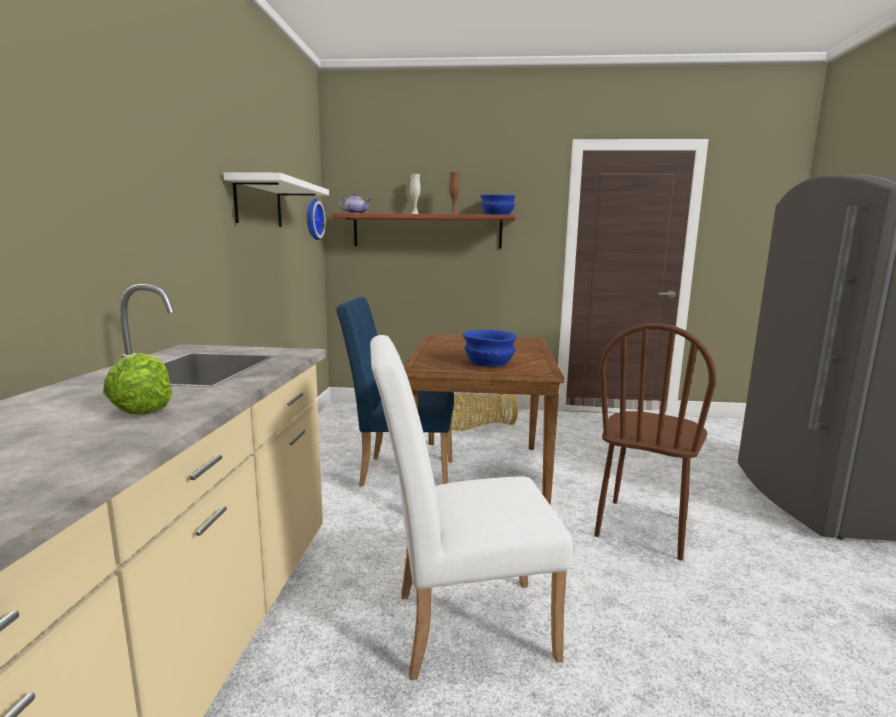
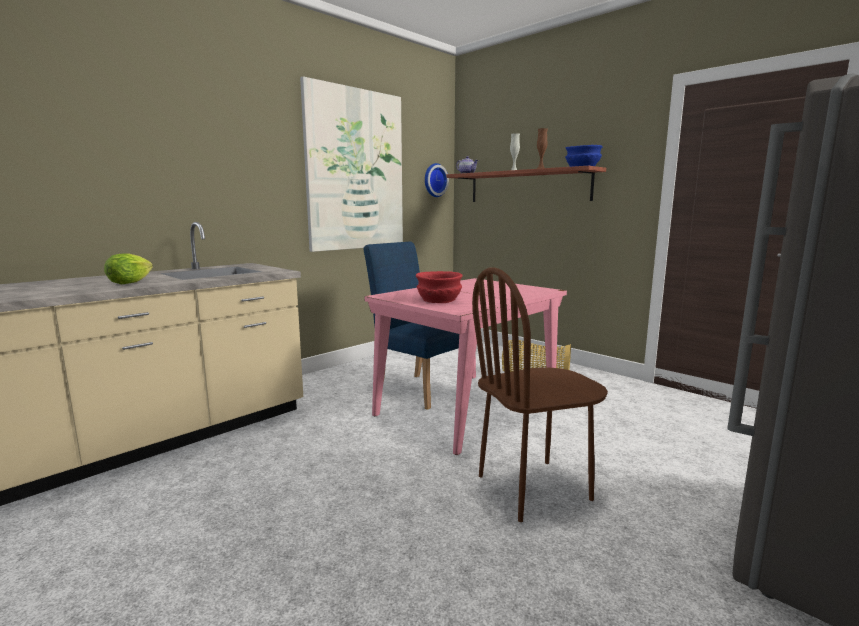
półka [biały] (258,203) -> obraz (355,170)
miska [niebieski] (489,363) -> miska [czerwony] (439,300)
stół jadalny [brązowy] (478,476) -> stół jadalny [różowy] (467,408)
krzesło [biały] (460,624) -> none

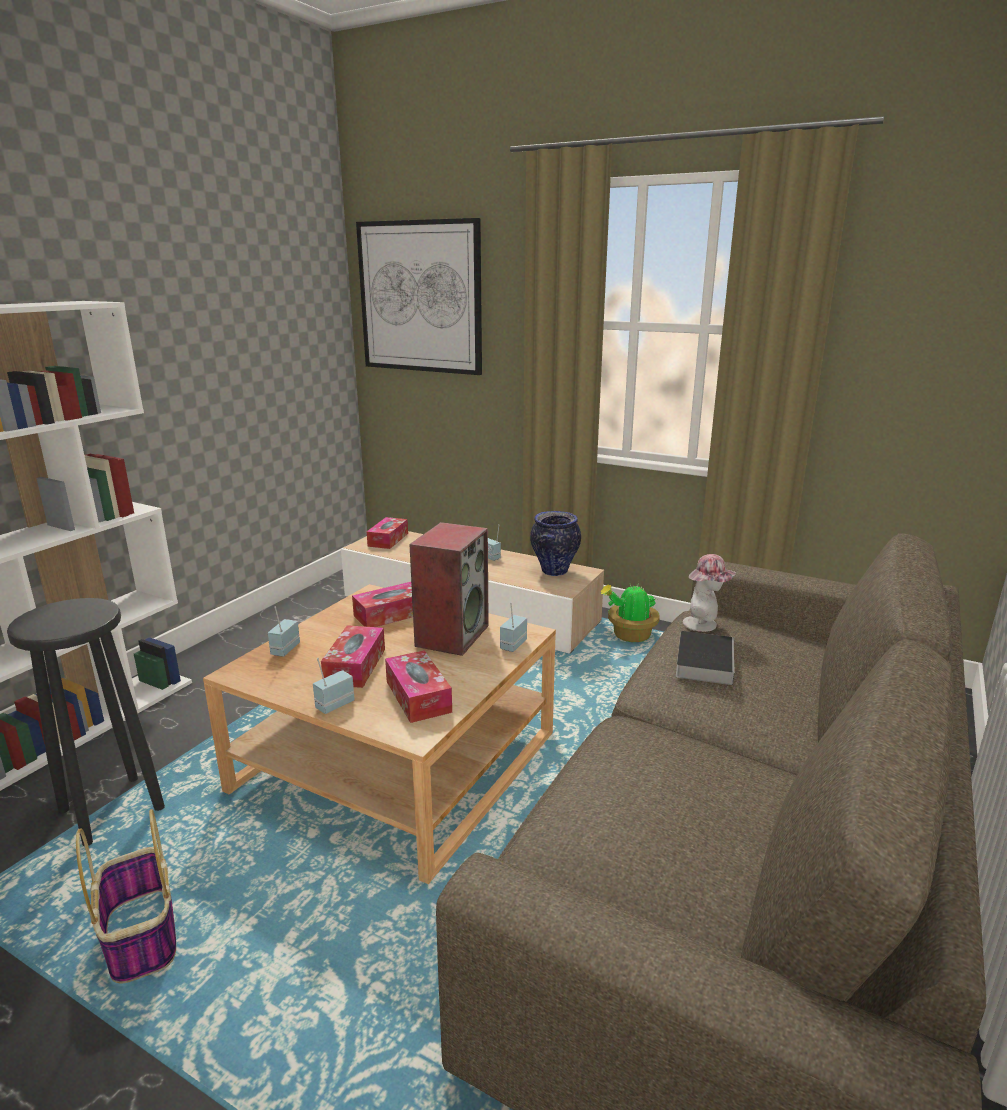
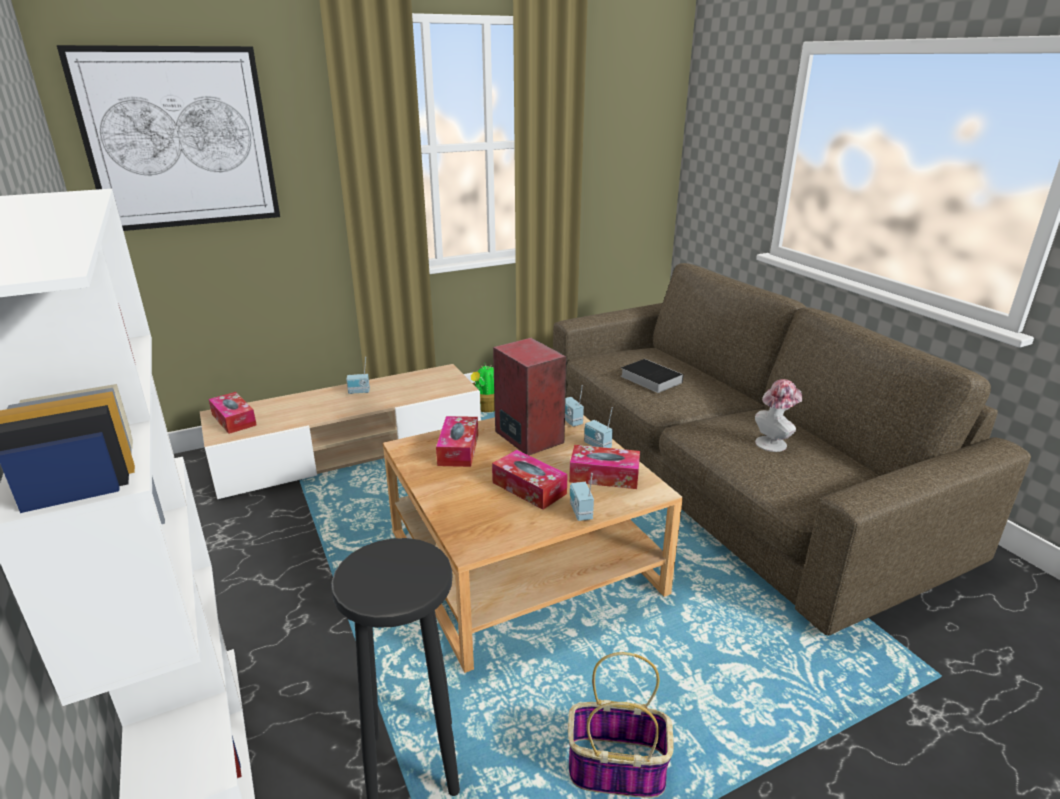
wazon (554,572) -> none
kapelusz (704,624) -> kapelusz (773,442), moved
radio (284,649) -> radio (597,446), moved

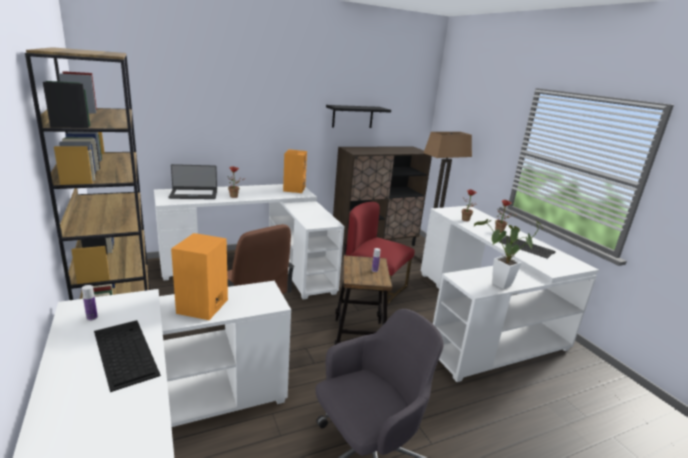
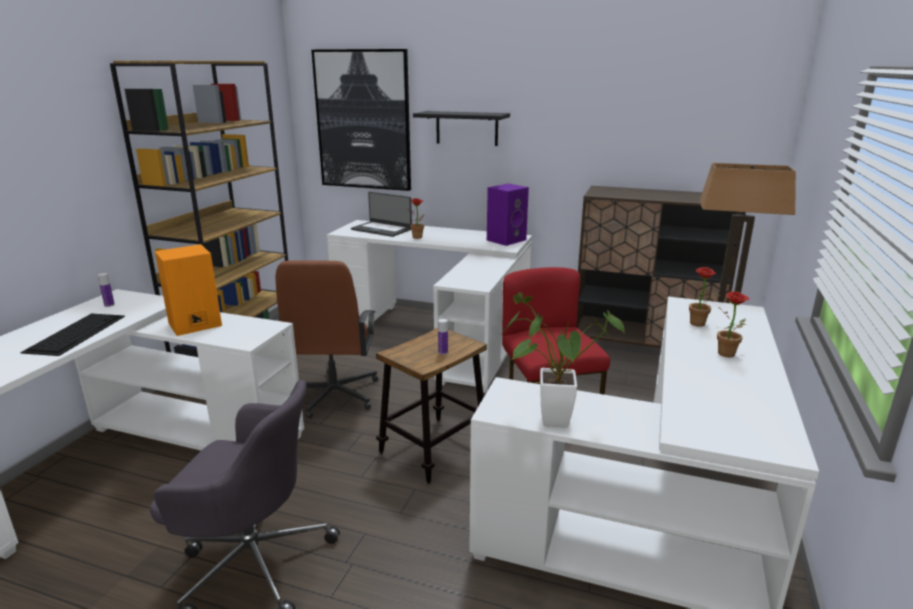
półka [czarny] (352,116) -> półka [czarny] (467,128), moved
głośnik [pomarańczowy] (294,189) -> głośnik [fioletowy] (506,240)
klawiatura (526,247) -> none
none -> obraz (363,120)

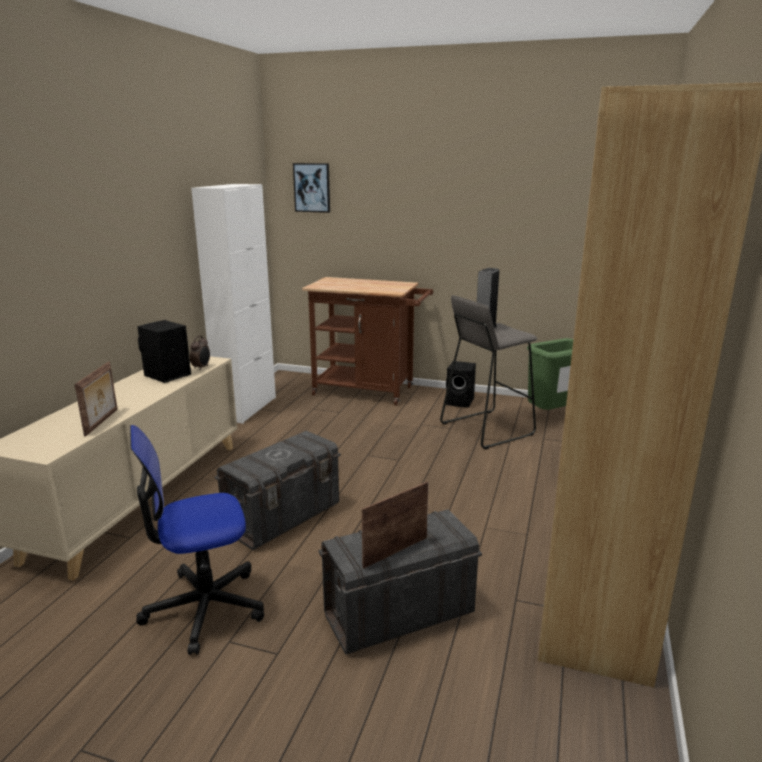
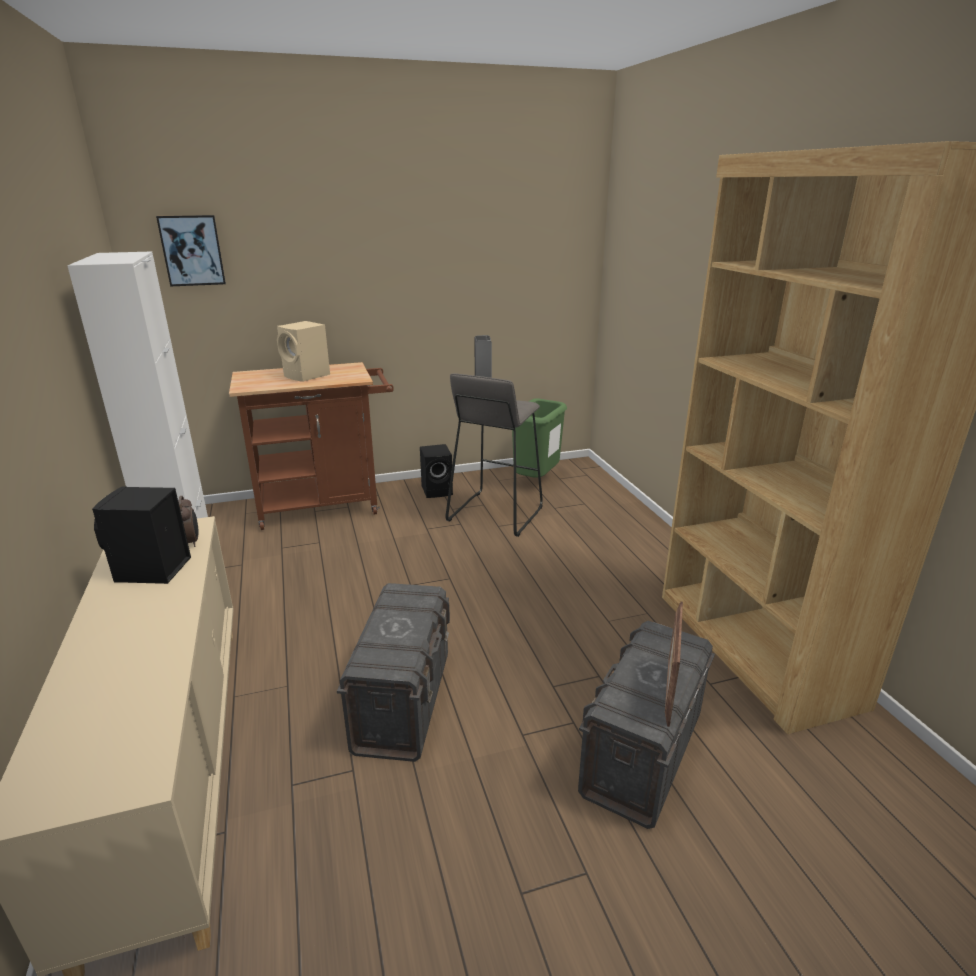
ramka na zdjęcie (102,422) -> none
krzesło biurowe (204,607) -> none
none -> głośnik [beżowy] (307,376)

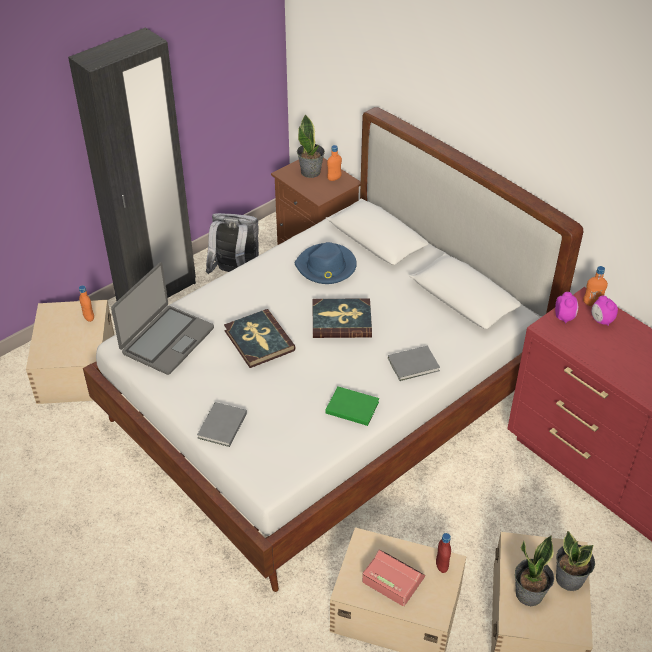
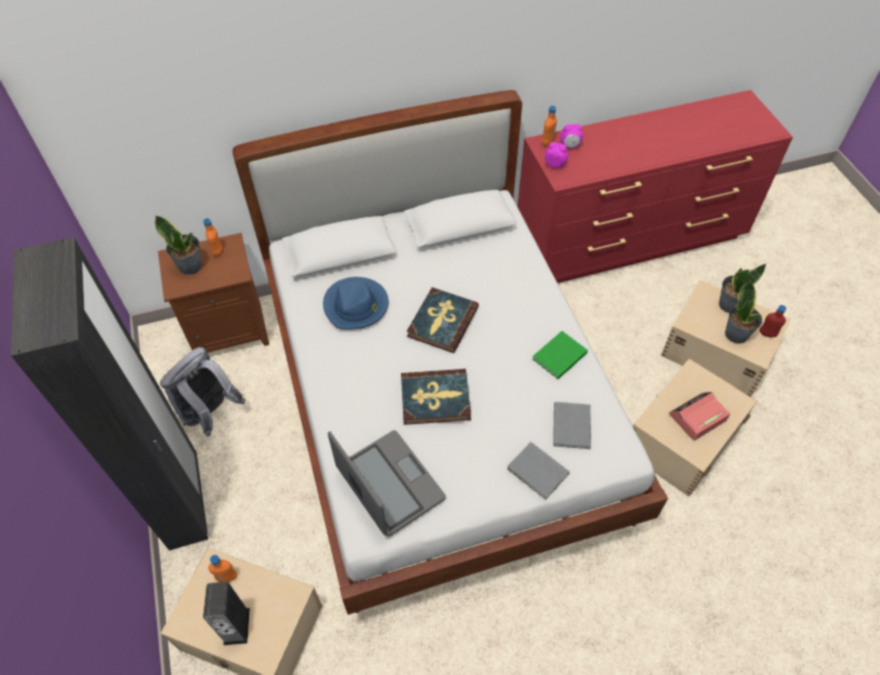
książka [szary] (415,365) -> książka [szary] (572,425), moved
butelka [czerwony] (442,566) -> butelka [czerwony] (767,334), moved
none -> głośnik (236,626)

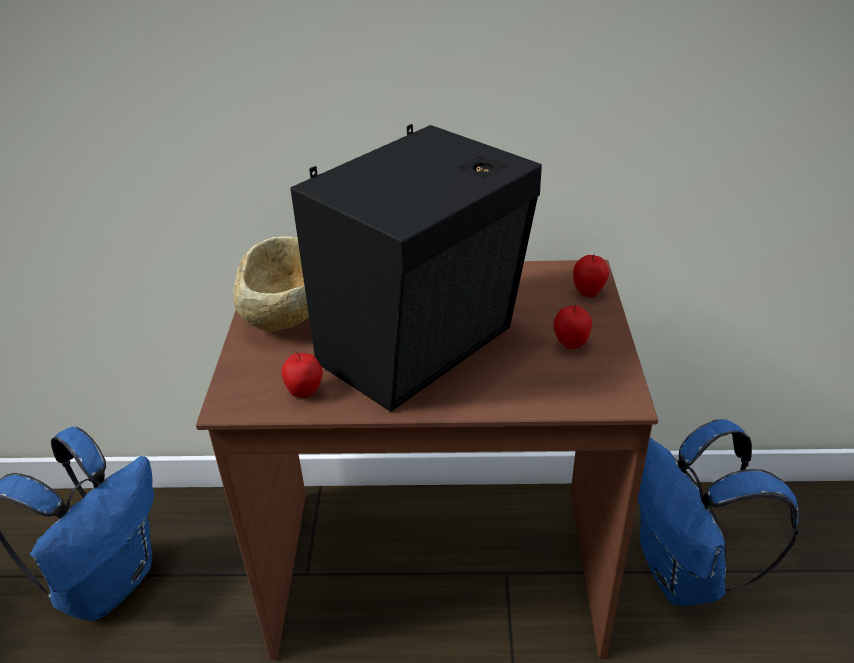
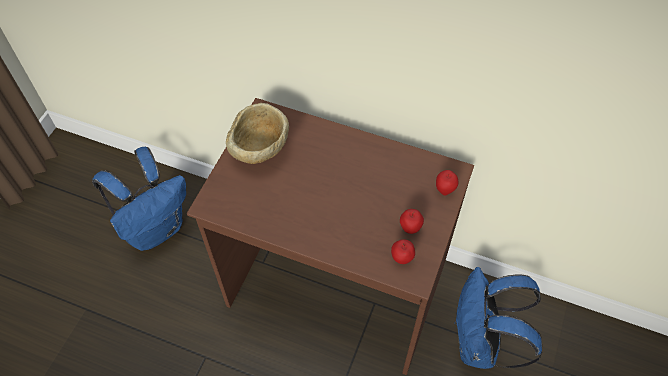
głośnik [czarny] (425,347) -> none
jabłko (305,393) -> jabłko (401,259), moved

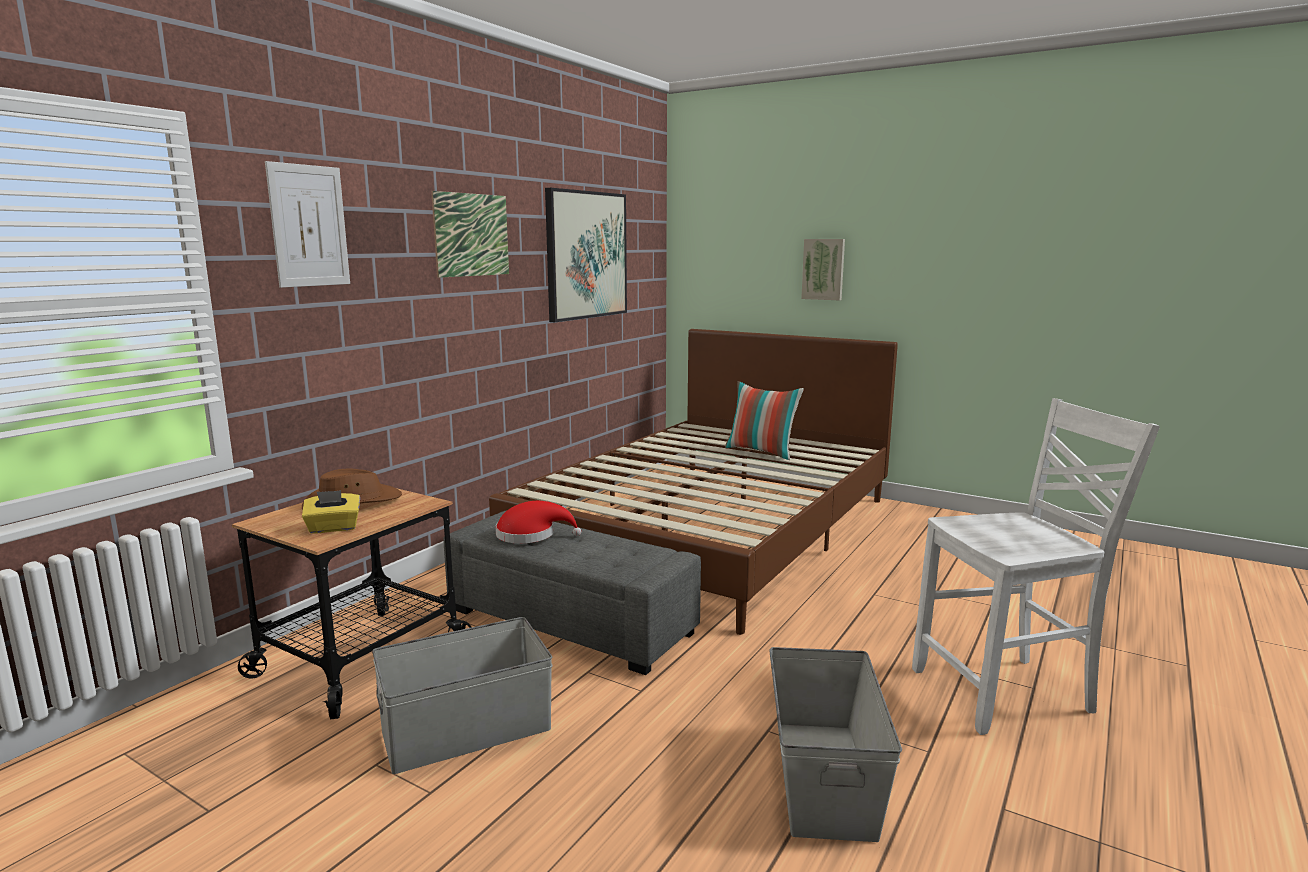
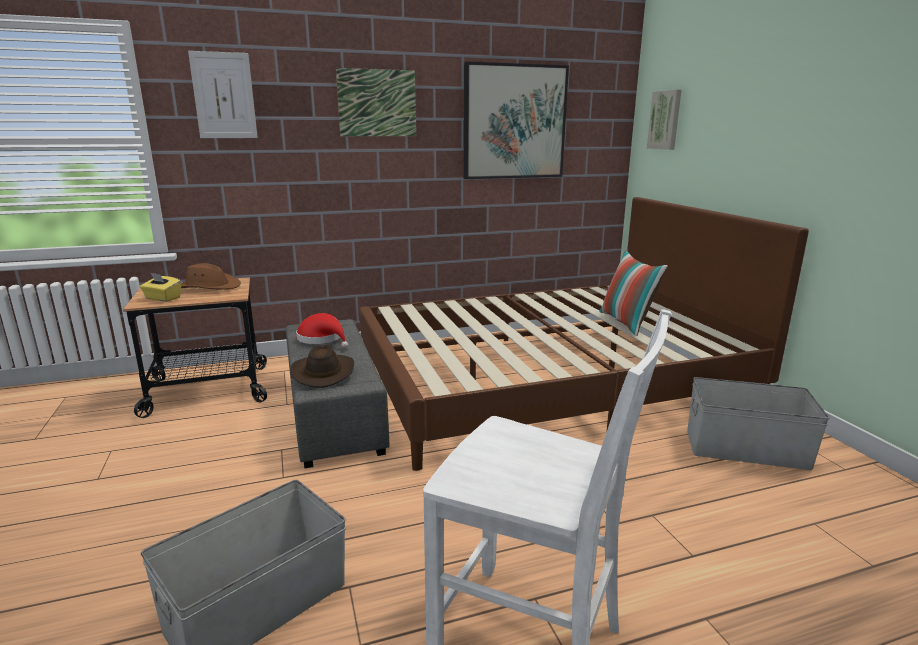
obraz (823,269) -> obraz (665,120), moved
pojemnik do przechowywania [szary] (465,730) -> pojemnik do przechowywania [szary] (745,448), moved
none -> kapelusz [brązowy] (323,372)

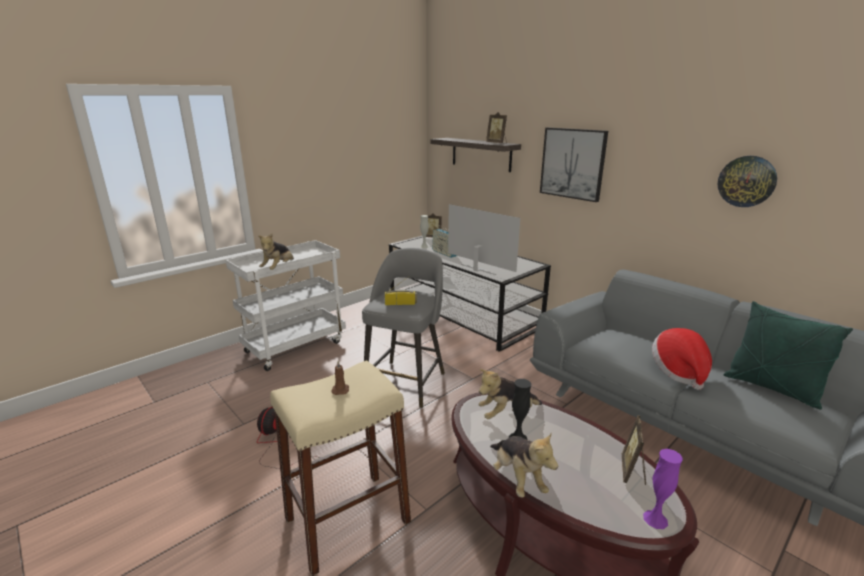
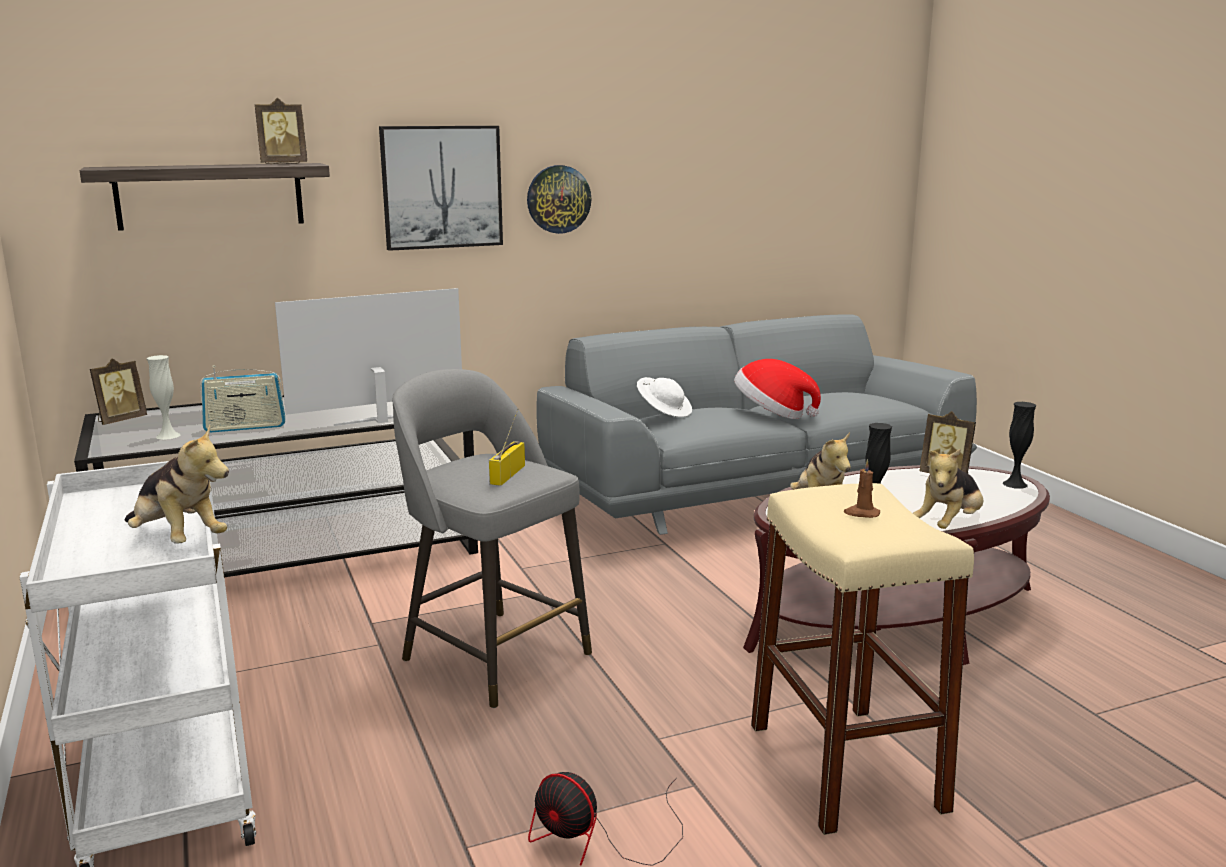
zegar ścienny (746,181) -> zegar ścienny (558,199), moved
poduszka [zielony] (771,388) -> none
pluszak (517,478) -> pluszak (949,525), 135 degrees clockwise
wazon [fioletowy] (655,519) -> wazon [czarny] (1015,484)
none -> kapelusz [biały] (664,411)

